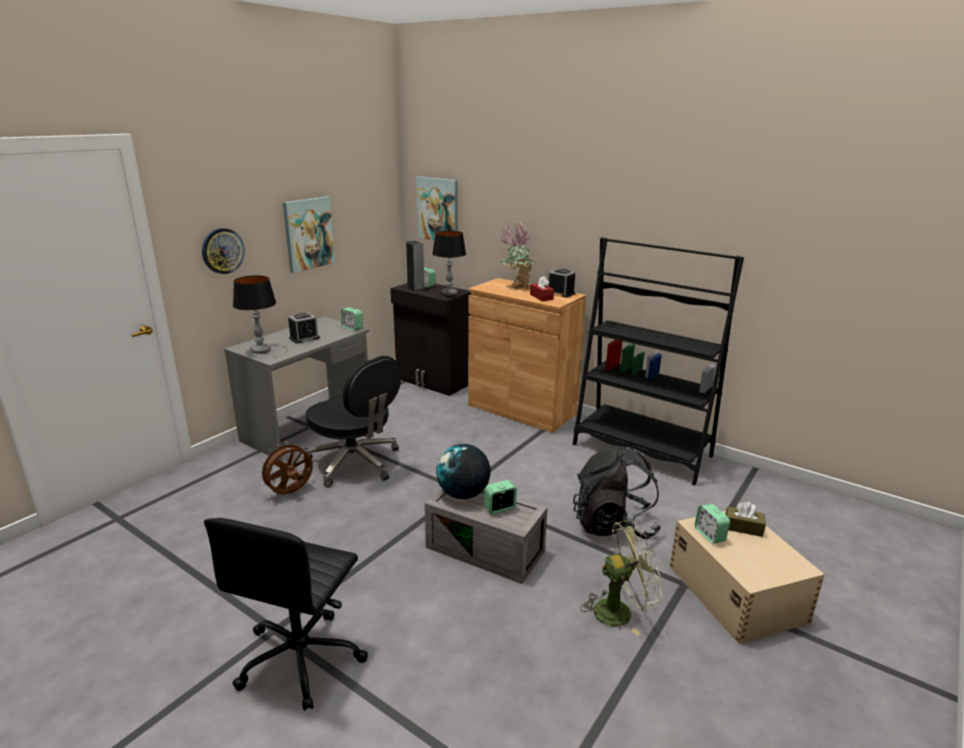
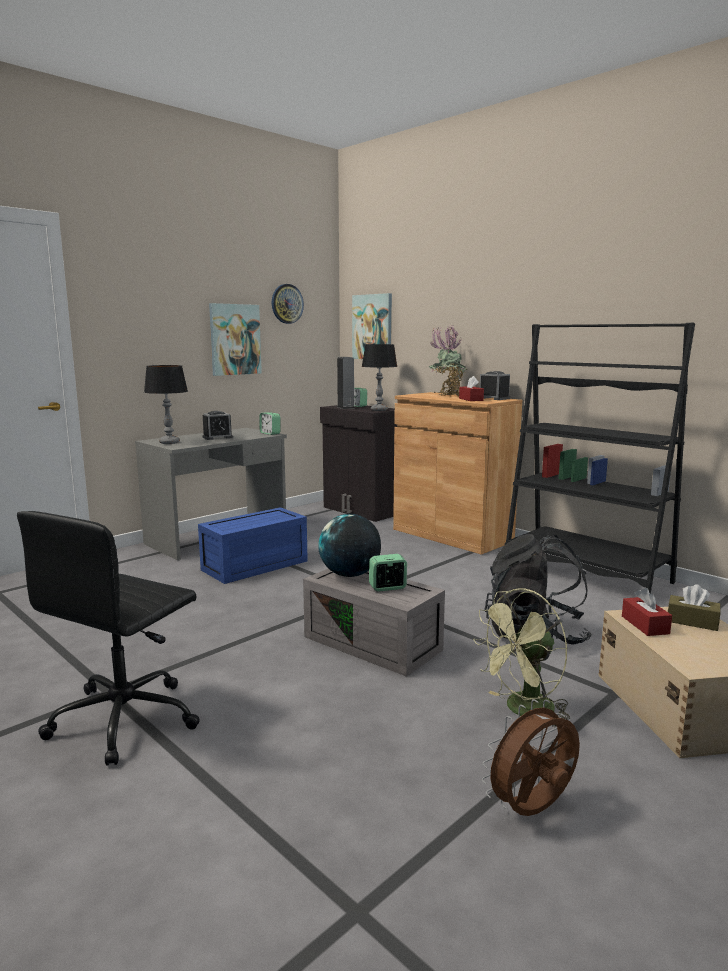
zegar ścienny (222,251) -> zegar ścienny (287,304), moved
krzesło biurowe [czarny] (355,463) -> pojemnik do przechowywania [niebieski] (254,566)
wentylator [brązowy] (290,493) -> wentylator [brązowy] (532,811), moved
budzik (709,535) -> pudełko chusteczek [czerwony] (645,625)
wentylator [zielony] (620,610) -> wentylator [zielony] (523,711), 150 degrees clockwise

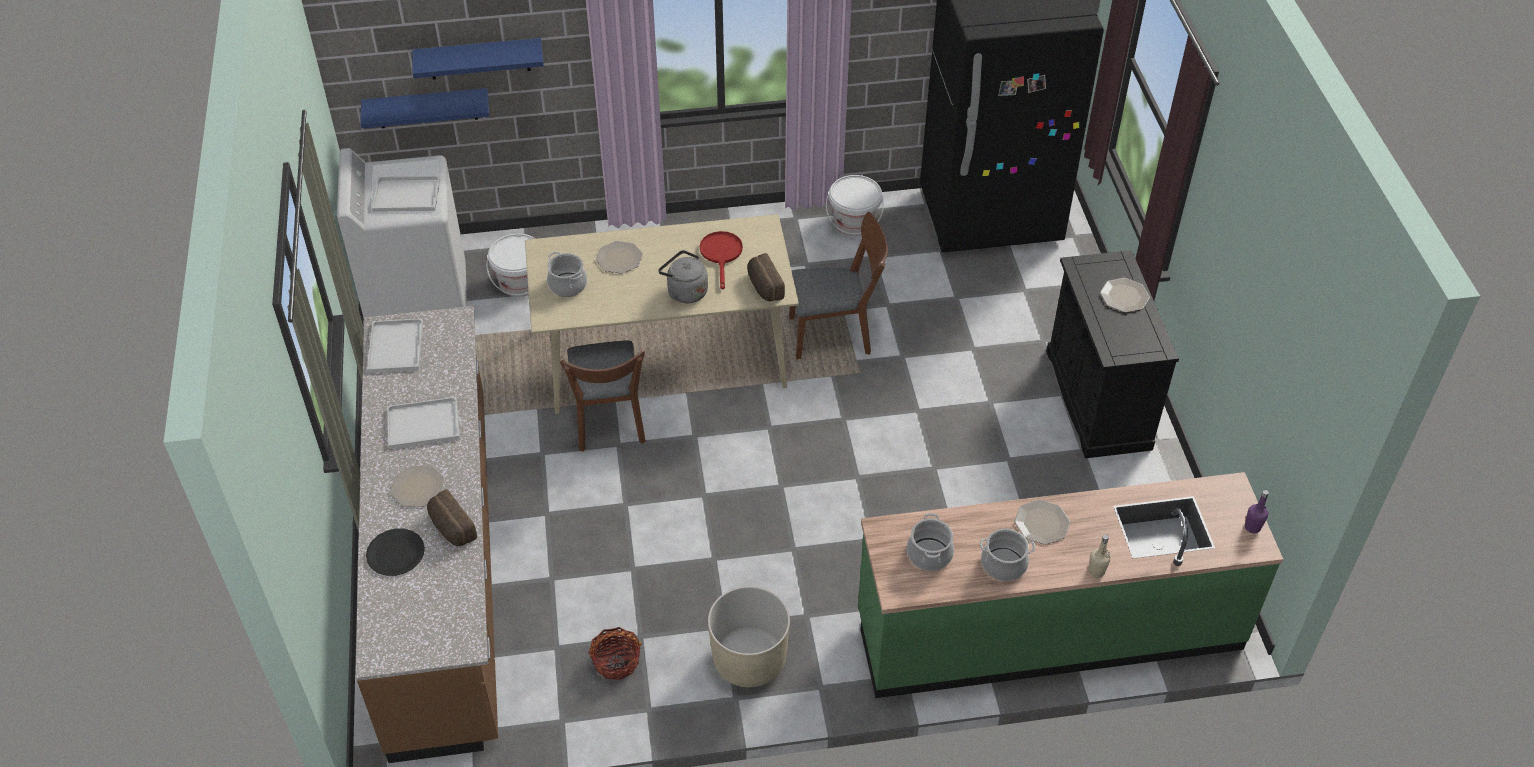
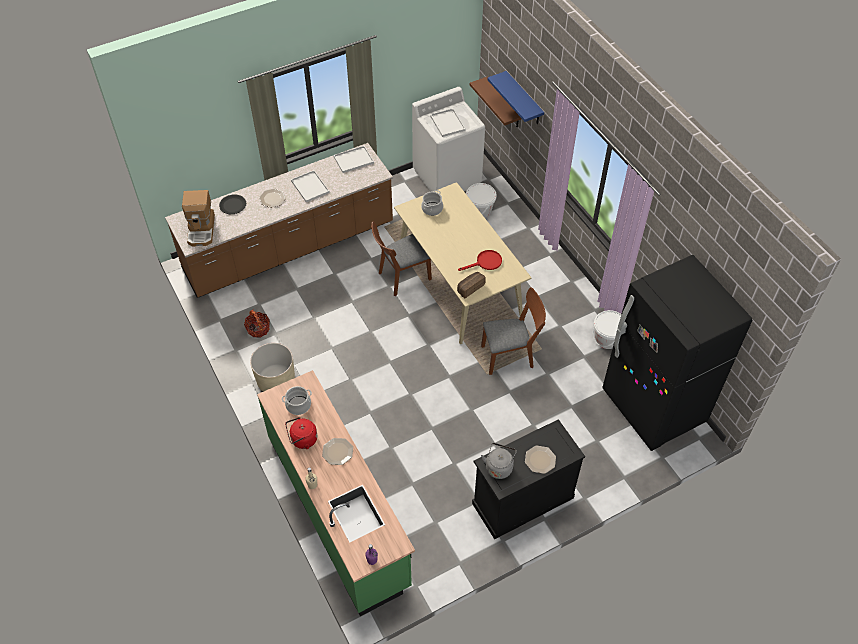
półka [niebieski] (427,108) -> półka [brązowy] (504,103)
krzesło [brązowy] (836,334) -> krzesło [brązowy] (511,355), 75 degrees counterclockwise
talerz (619,258) -> none
czajnik [szary] (685,291) -> czajnik [szary] (499,467), moved
chleb (451,528) -> none
garnek (1003,565) -> czajnik [czerwony] (302,440)
none -> ekspres do kawy (202,230)

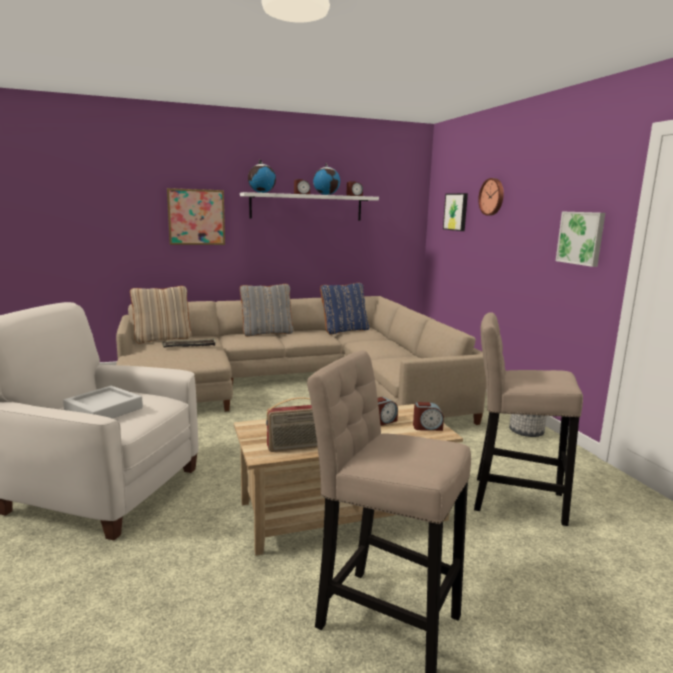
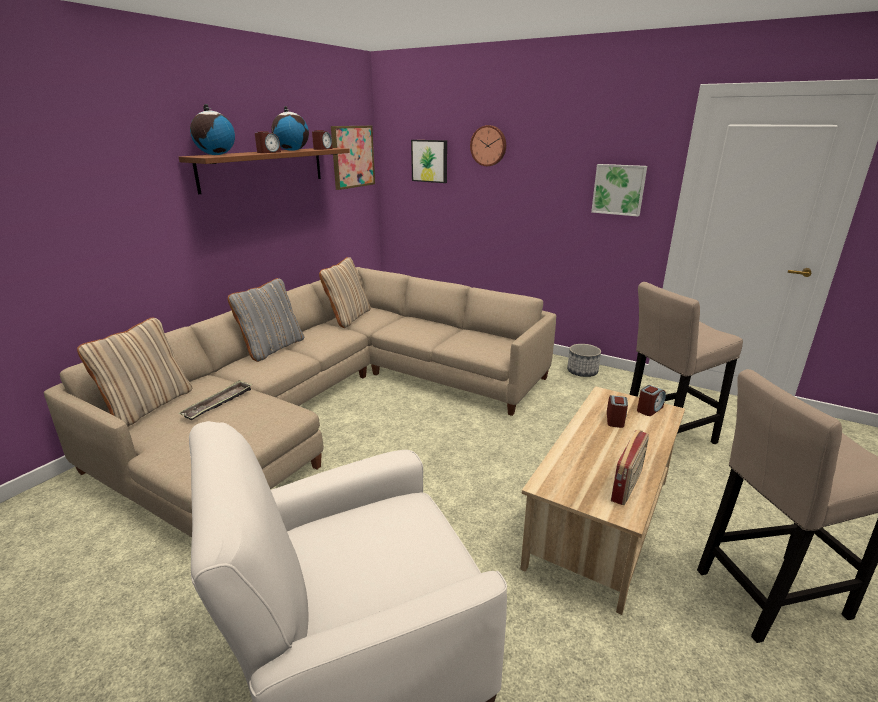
obraz (196,217) -> obraz (352,156), moved
półka [biały] (306,207) -> półka [brązowy] (263,168)
poduszka [niebieski] (344,330) -> poduszka [beżowy] (348,318)
taca [szary] (104,410) -> none

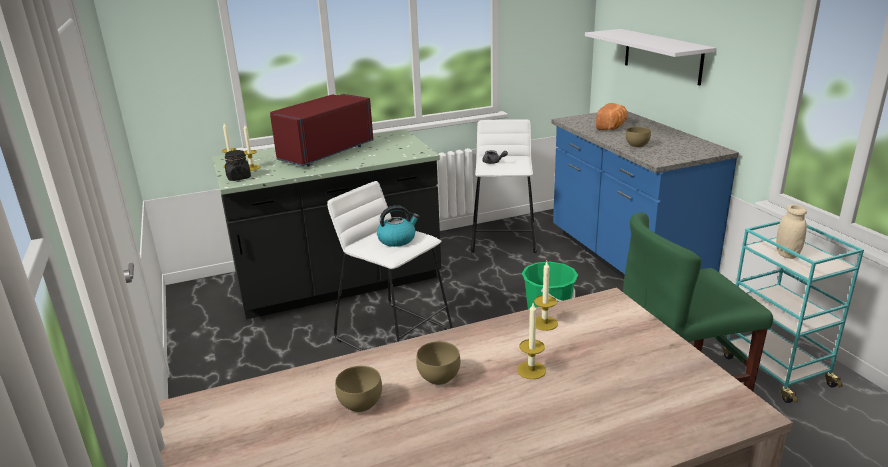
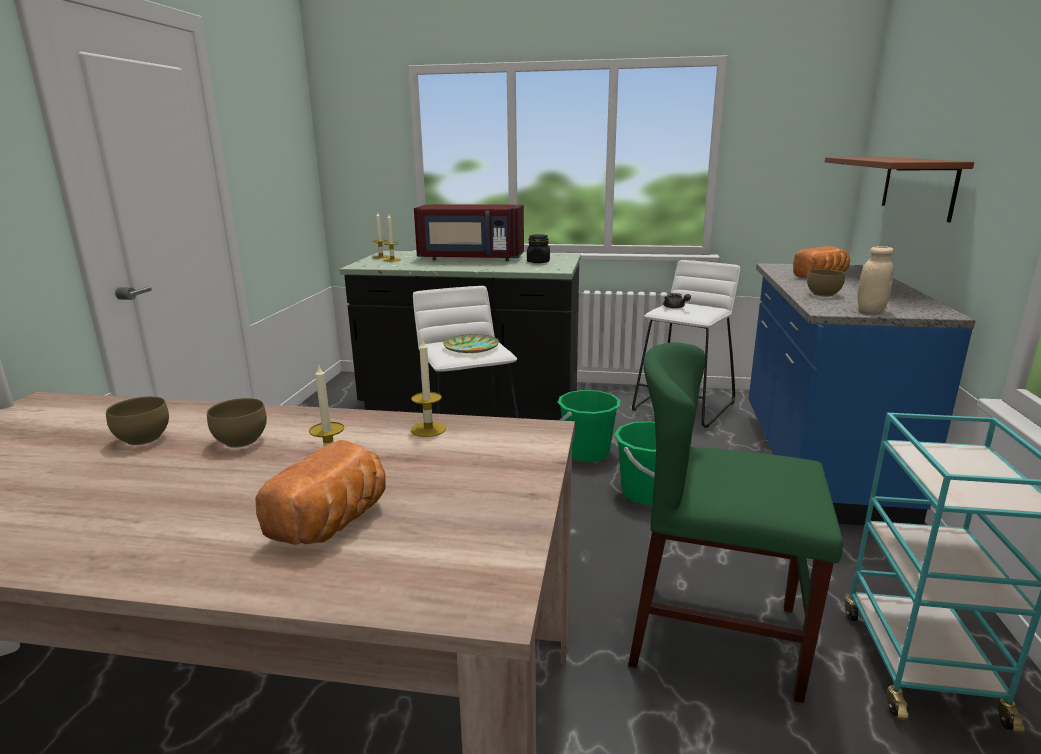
półka [biały] (662,56) -> półka [brązowy] (918,186)
mikrofalówka [czerwony] (324,152) -> mikrofalówka [czerwony] (470,258), 150 degrees counterclockwise
słoik [czarny] (238,177) -> słoik [czarny] (538,262), moved
czajnik (397,239) -> talerz (471,347)
słoik [beżowy] (787,254) -> słoik [beżowy] (870,310), moved
none -> wiadro [zielony] (587,453)
none -> chleb (334,521)

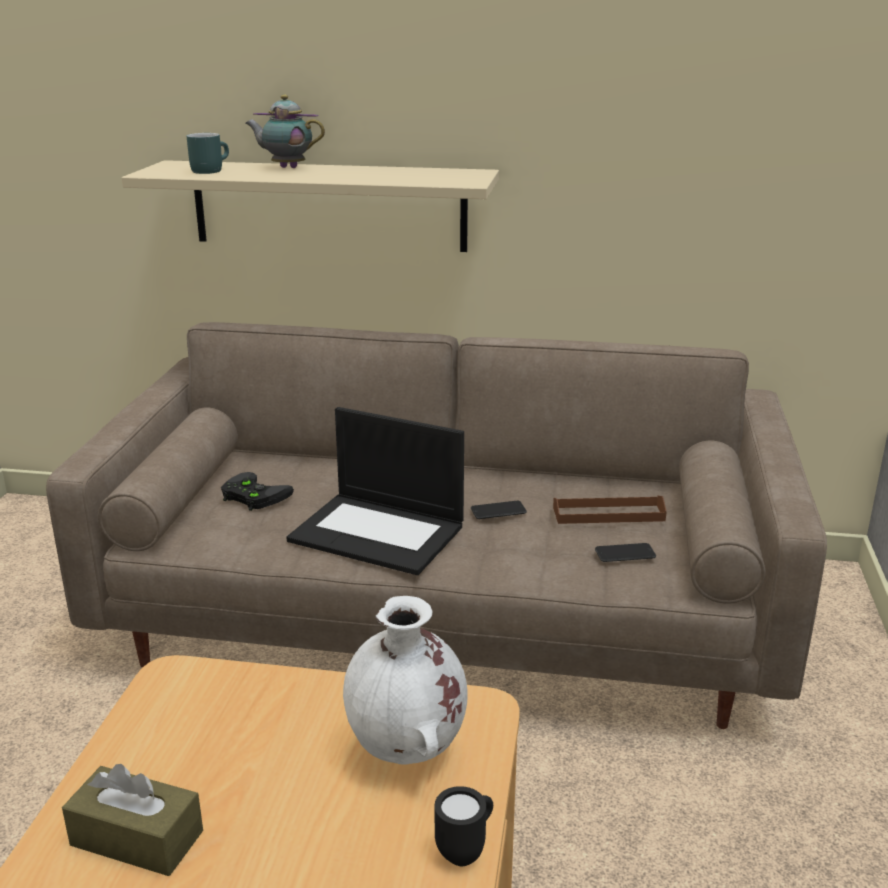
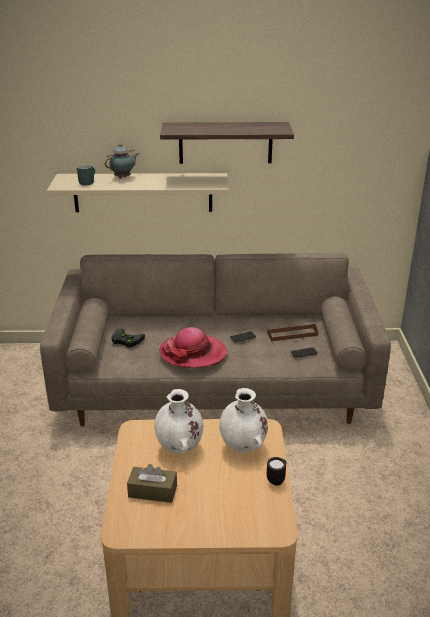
imbryk (286,167) -> imbryk (123,177), 135 degrees clockwise
laptop (379,533) -> kapelusz (193,353)
none -> półka (225,142)
none -> wazon [biały] (180,449)

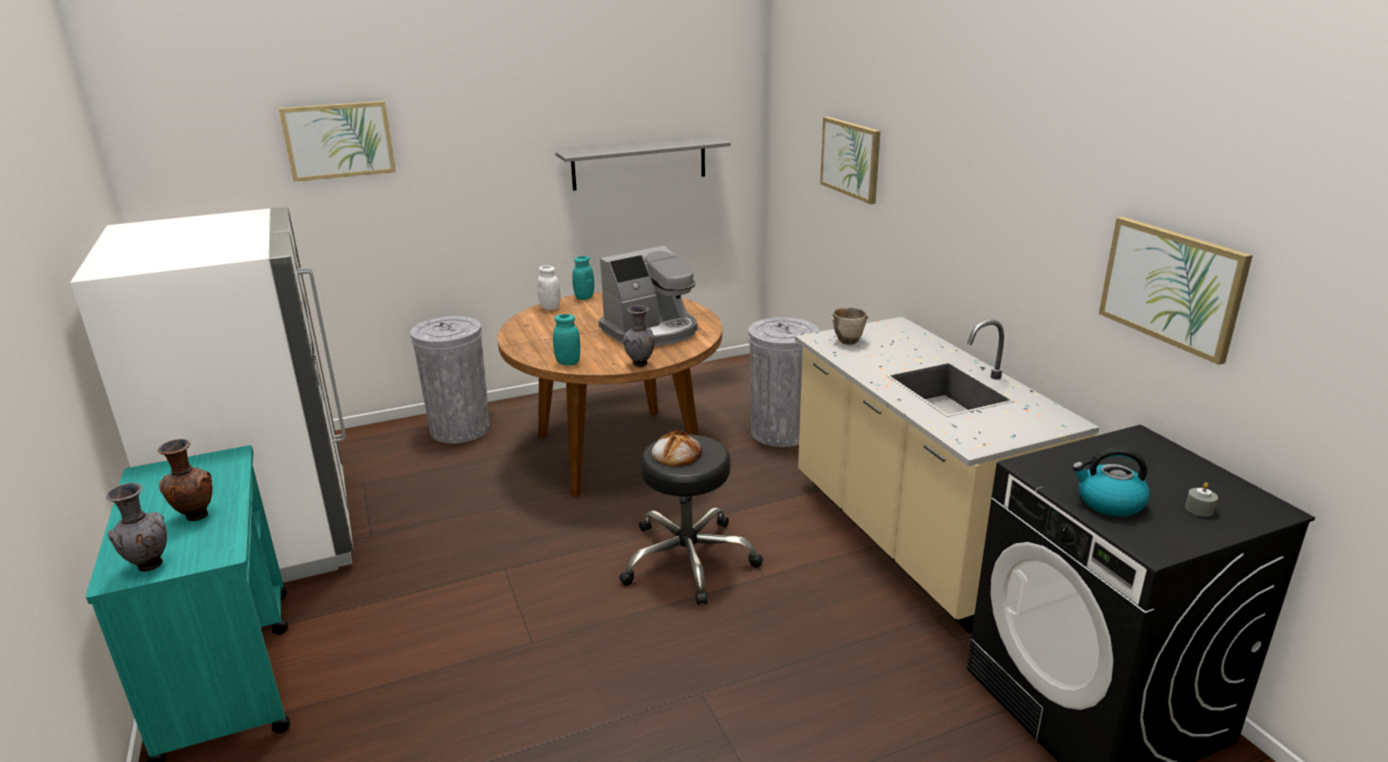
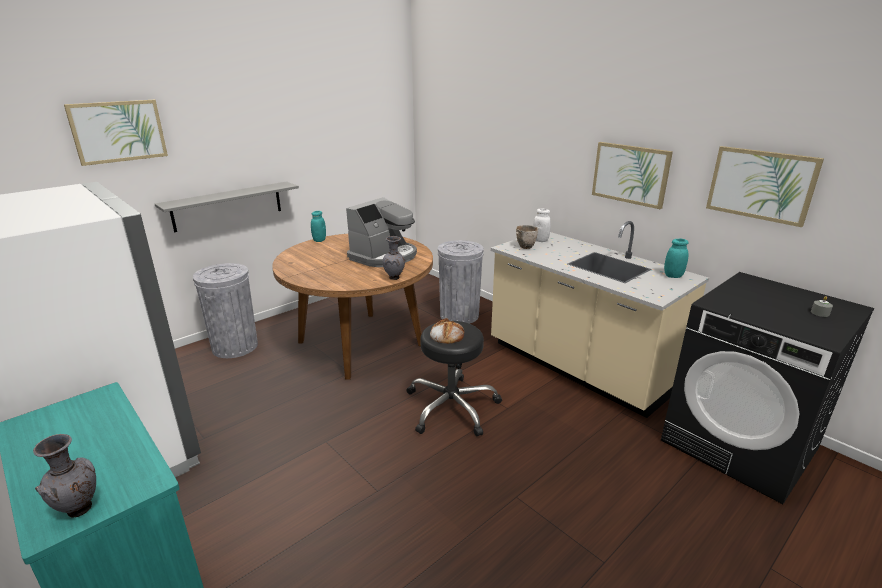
obraz (851,158) -> obraz (630,174), moved
półka [szary] (639,163) -> półka [szary] (228,206), moved
słoik [biały] (550,308) -> słoik [biały] (540,240), moved
słoik [turkusowy] (568,362) -> słoik [turkusowy] (673,276), moved
wazon [brązowy] (195,517) -> none
czajnik (1109,502) -> none

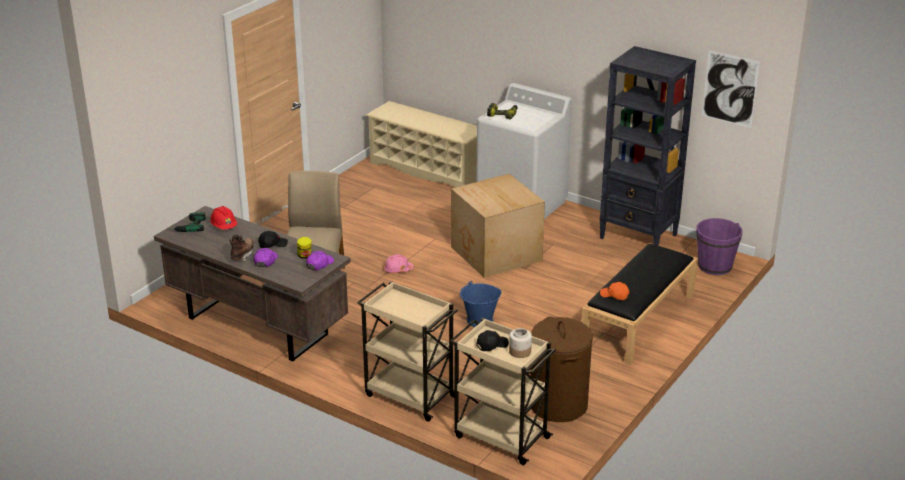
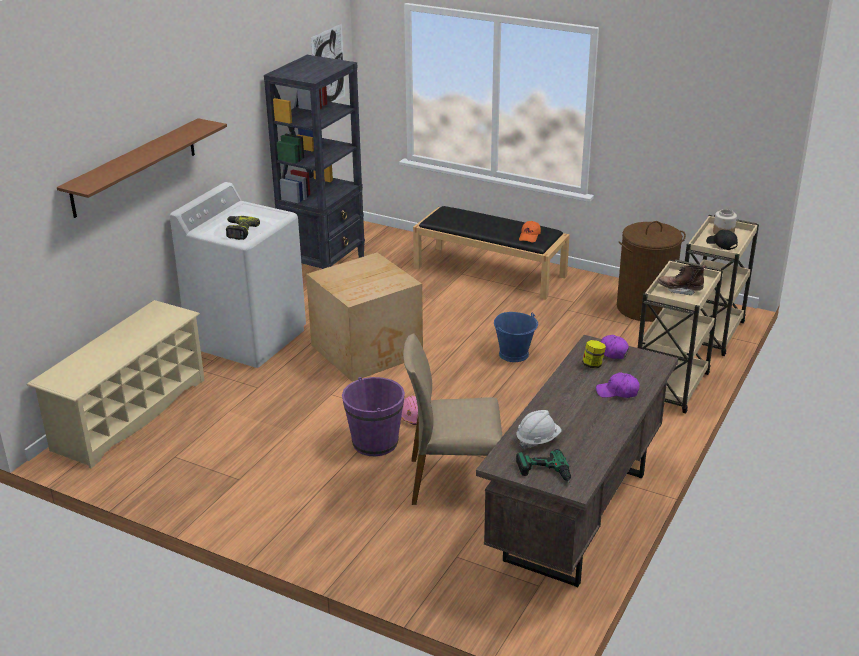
kask [czerwony] (224,227) -> kask [biały] (537,440)
wiadro [fioletowy] (714,266) -> wiadro [fioletowy] (375,442), moved
czapka z daszkiem [czarny] (272,244) -> none
but z cholewką [brązowy] (242,255) -> but z cholewką [brązowy] (679,290), moved
none -> półka [brązowy] (134,167)

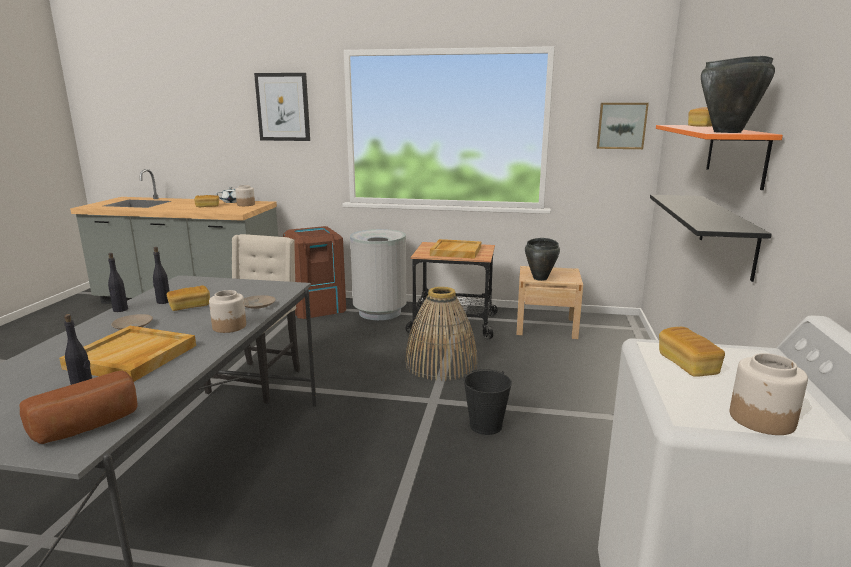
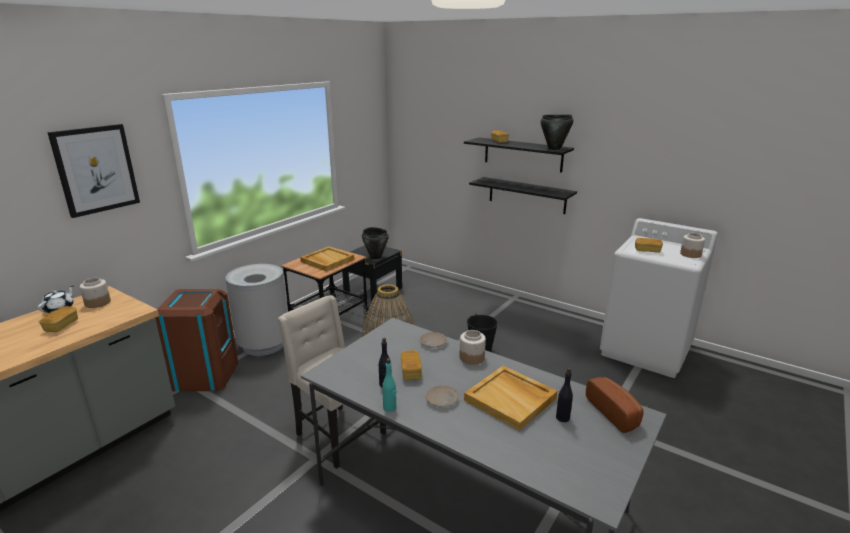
obraz (621,125) -> none
półka [pomarańczowy] (735,154) -> półka [czarny] (523,154)
butelka [czarny] (120,310) -> butelka [turkusowy] (389,407)
szafka nocna [beżowy] (546,326) -> szafka nocna [czarny] (373,290)

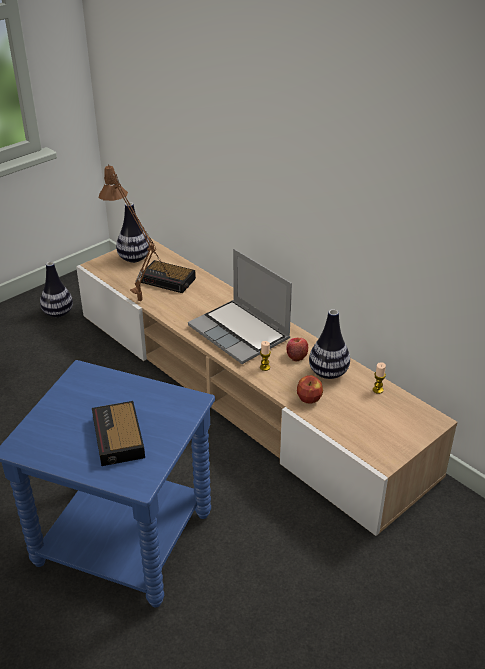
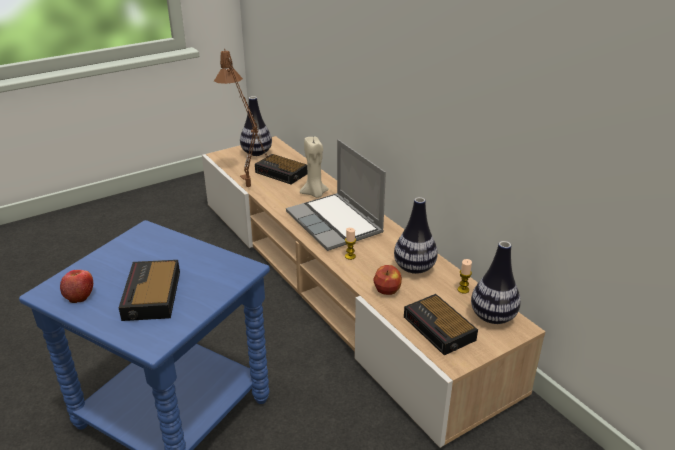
wazon (58,313) -> wazon (493,317), moved
jabłko (296,356) -> jabłko (80,295), moved
none -> świeca [beżowy] (314,194)
none -> budzik (440,329)

